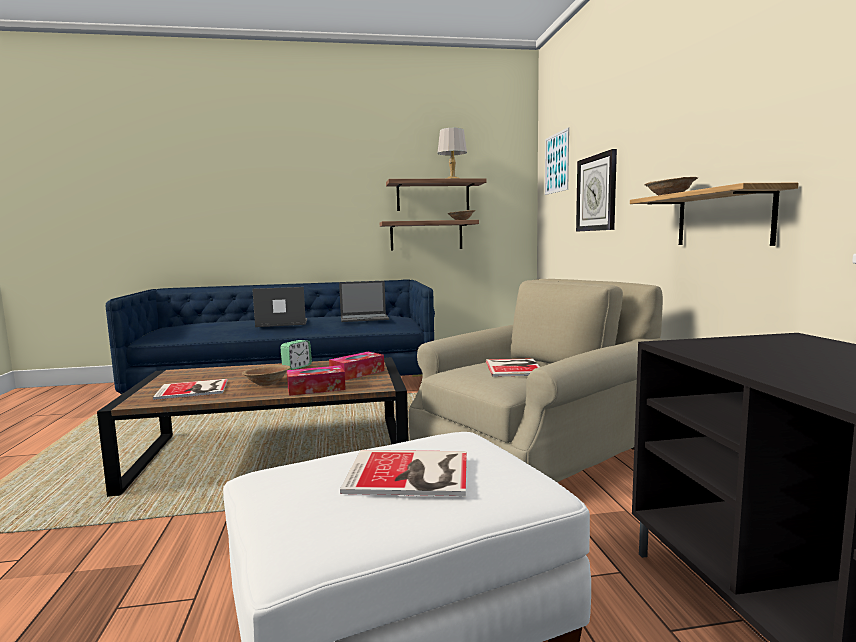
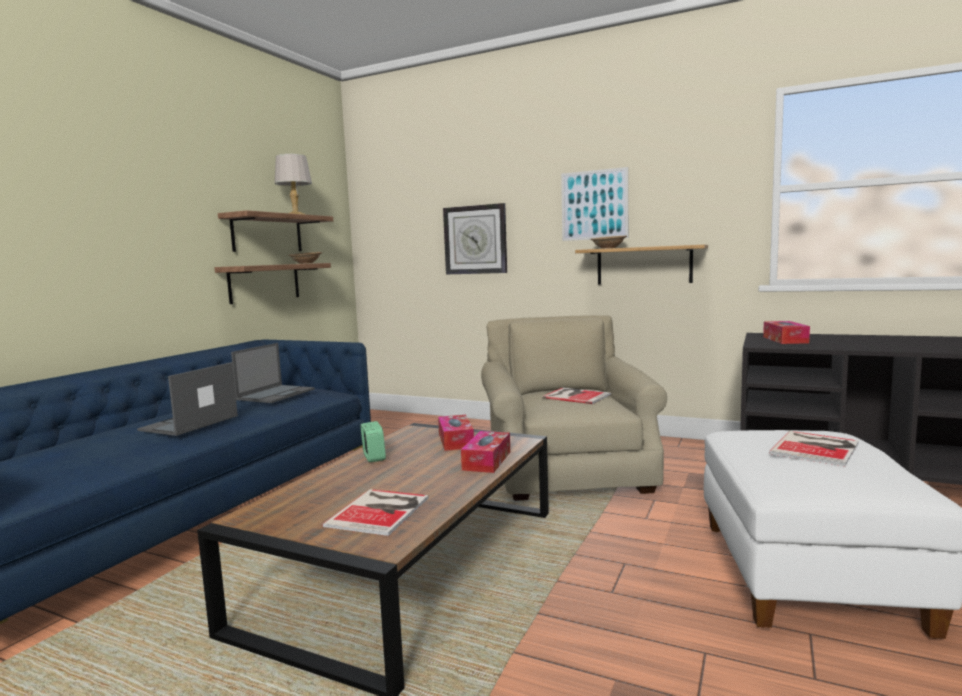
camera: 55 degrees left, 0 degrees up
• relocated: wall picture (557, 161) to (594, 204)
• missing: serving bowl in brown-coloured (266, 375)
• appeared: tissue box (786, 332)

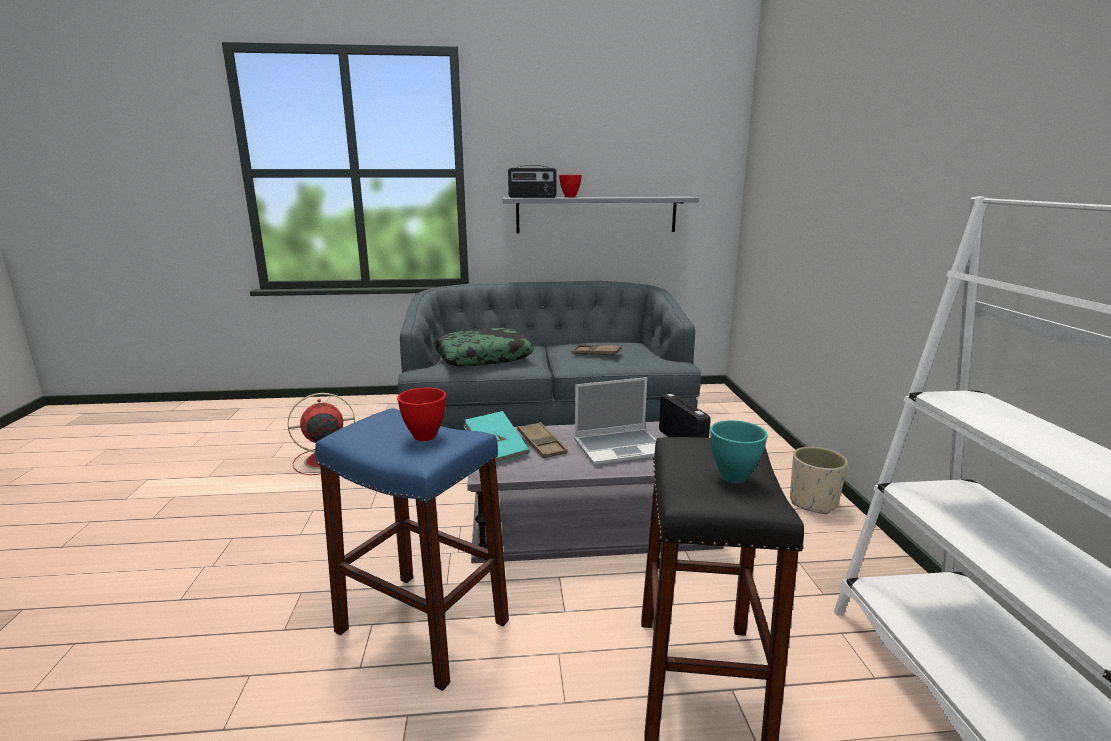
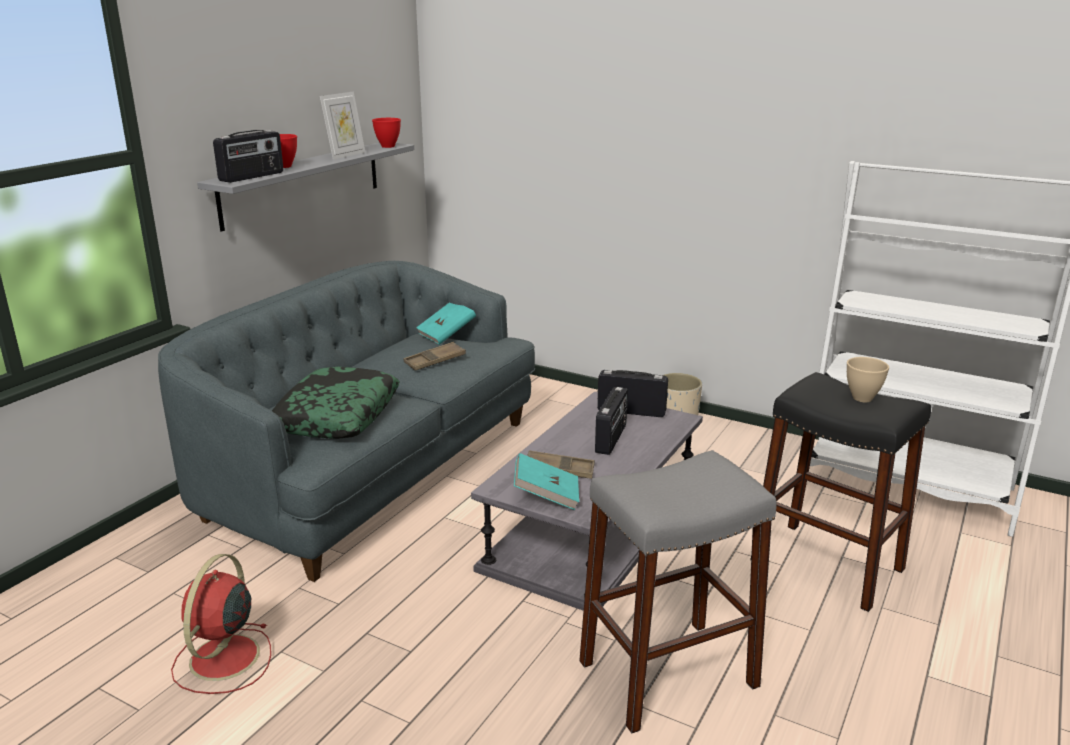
camera: 55 degrees left, 5 degrees up
• exchanged: laptop (615, 421) to radio set (611, 421)
• relocated: serving bowl in red (421, 414) to (386, 133)
• colour: stool in bluish (412, 549) to stool in grey (678, 591)
• colour: serving bowl in turquoise-coloured (739, 451) to serving bowl in sand-coloured (868, 379)
• appeared: photo frame (342, 125)
• appeared: book in turquoise-coloured (446, 323)

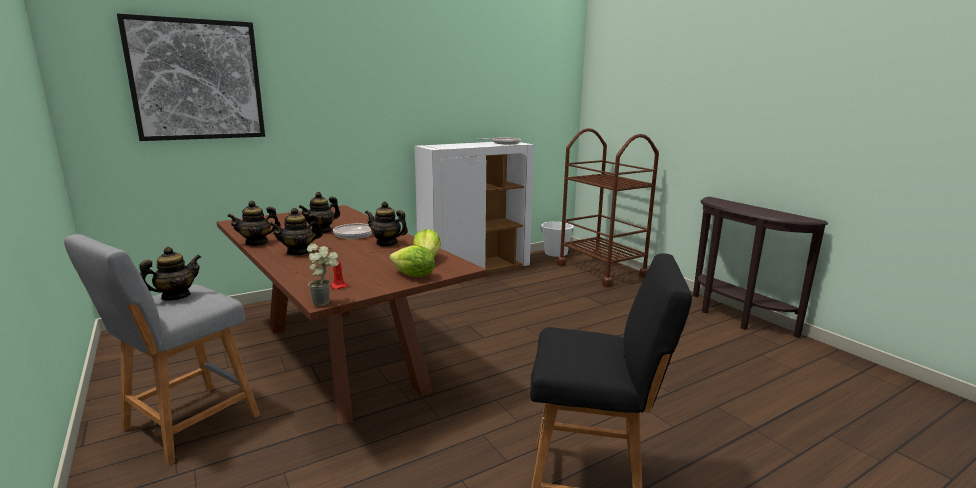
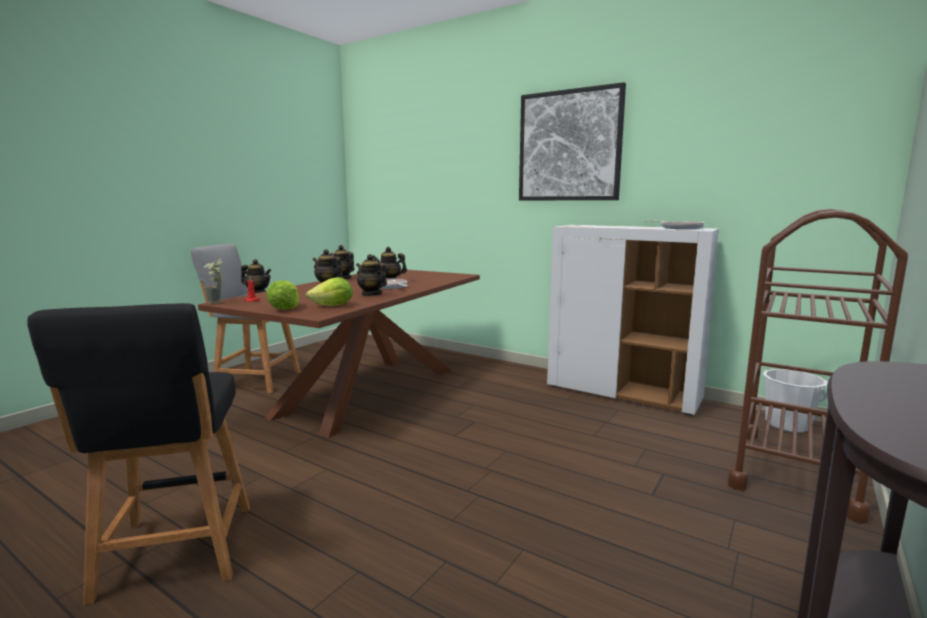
camera: 65 degrees right, 5 degrees down
• relocated: wall picture (191, 77) to (572, 141)
• spun: tea pot (386, 224) = (371, 275) 45 degrees counterclockwise

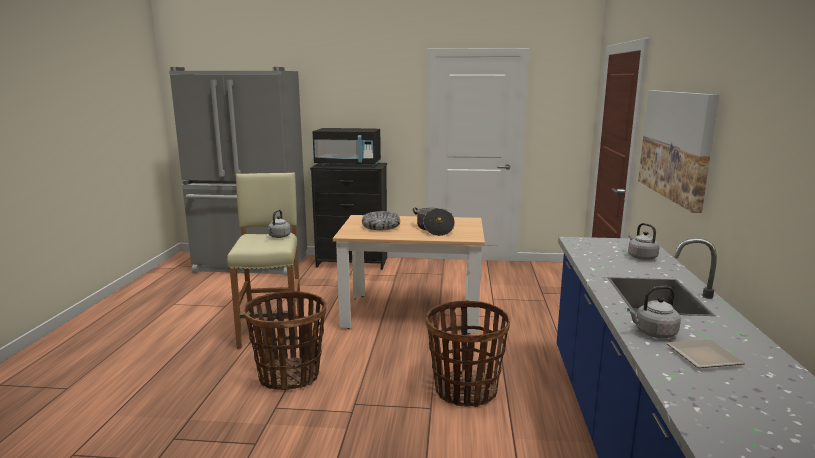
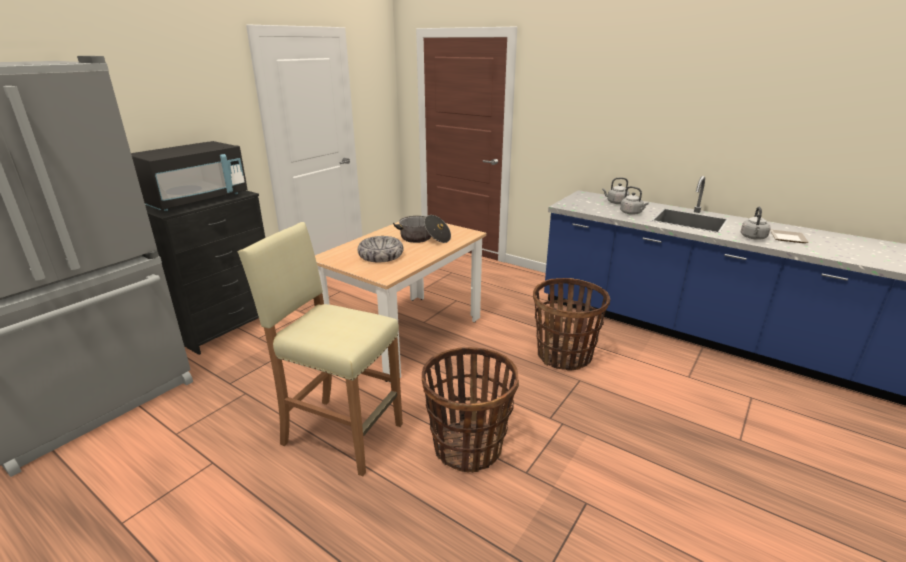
camera: 60 degrees left, 10 degrees up
• missing: wall picture (678, 151)
• relocated: kettle in grey (279, 224) to (634, 200)

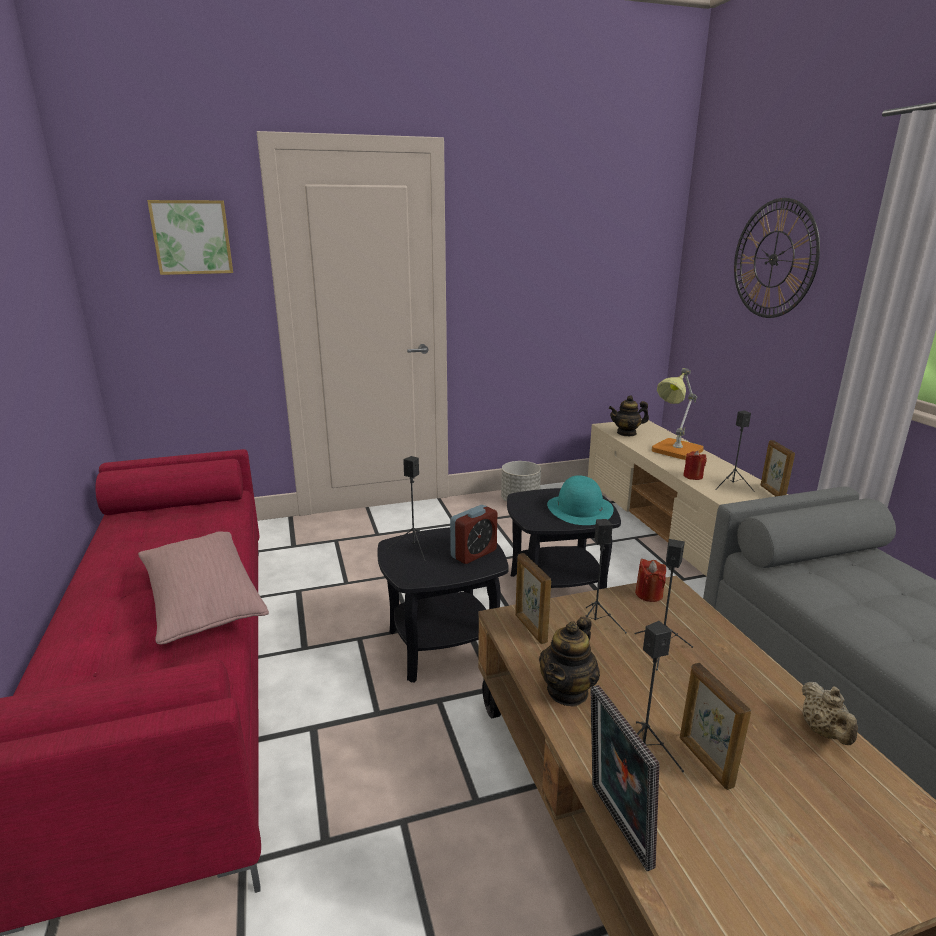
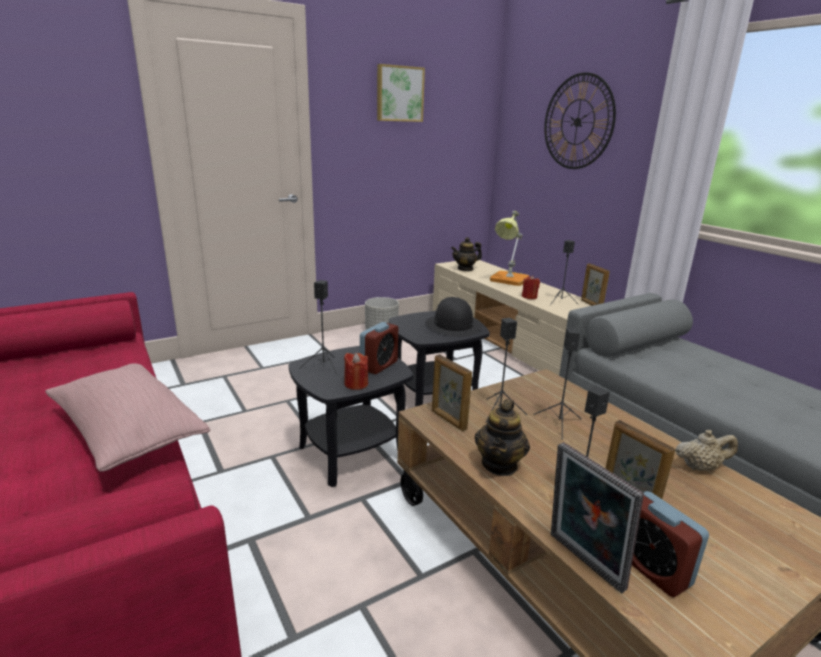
camera: 15 degrees left, 0 degrees up
• relocated: wall picture (190, 237) to (401, 93)
• colour: clothing hat in turquoise-coloured (580, 500) to clothing hat in black-coloured (454, 317)
• relocated: candle in red (650, 580) to (356, 371)
• spun: tea pot in sand-coloured (830, 713) = (706, 450) 75 degrees counterclockwise
• appeared: bedside clock (670, 544)

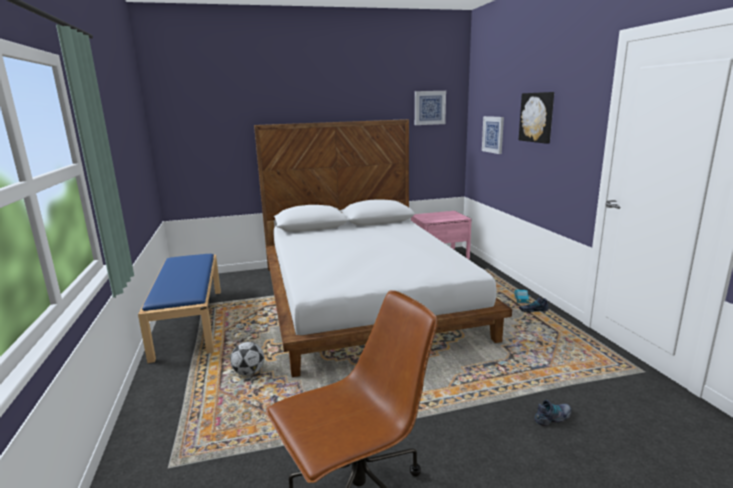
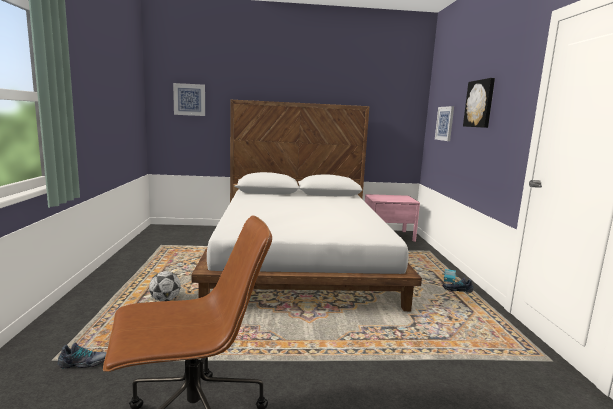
camera: 10 degrees right, 5 degrees down
• relocated: wall picture (430, 108) to (189, 99)
• missing: bench in bluish (179, 308)
• relocated: low shoe (552, 413) to (82, 355)

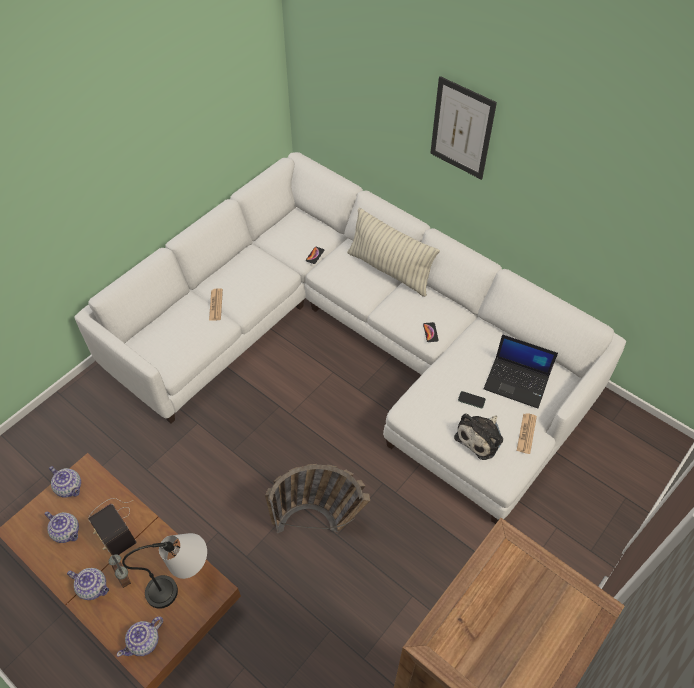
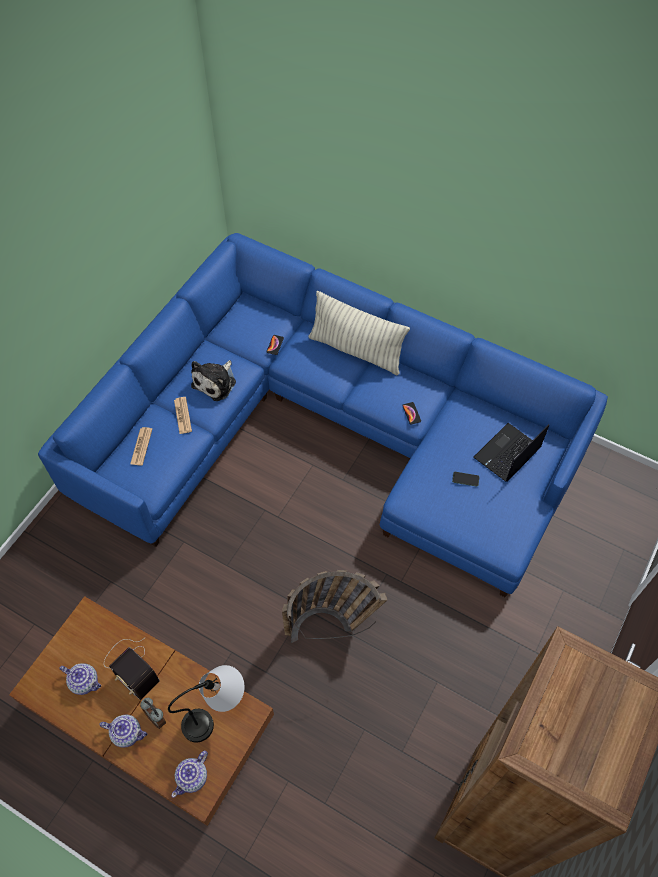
camera: 10 degrees left, 5 degrees up
• missing: wall picture (463, 128)
• colour: couch in white (350, 338) to couch in bluish (323, 415)
• spun: laptop (521, 371) = (511, 452) 120 degrees clockwise
• relocated: cuddly toy (478, 436) to (213, 380)
• relocated: daily paper (527, 433) to (141, 446)
• missing: tea pot (65, 482)

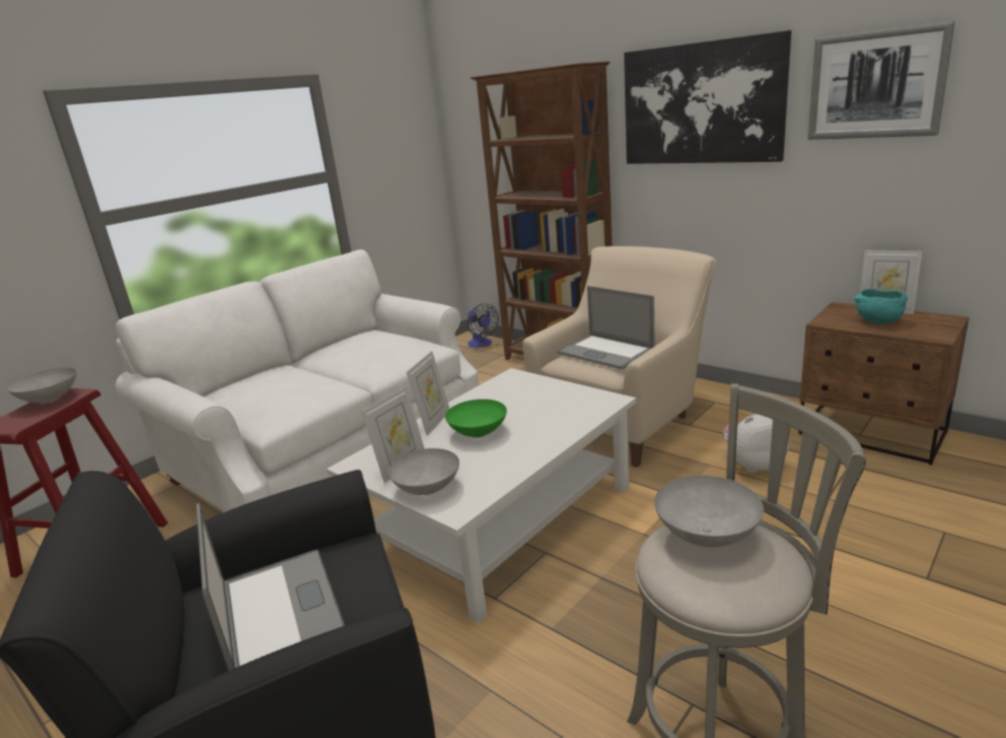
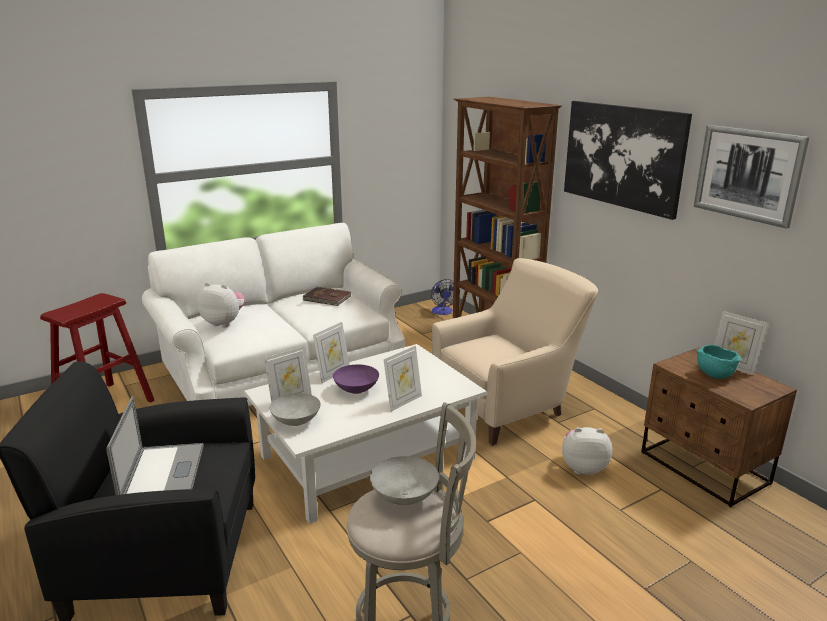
camera: 15 degrees right, 0 degrees up
• missing: laptop (606, 328)
• missing: serving bowl in grey (41, 386)
• colour: serving bowl in greenish (476, 418) to serving bowl in purplish (356, 379)
• appeared: cuddly toy (221, 305)
• appeared: book in brown-coloured (327, 296)
• appeared: photo frame (402, 378)

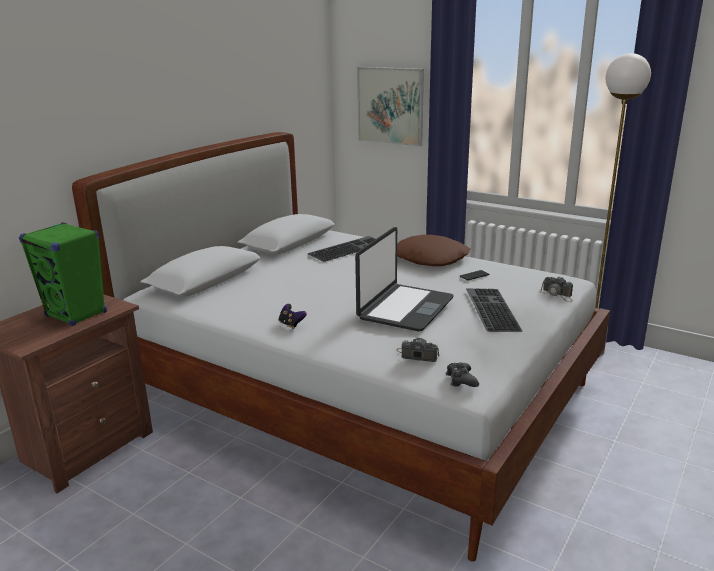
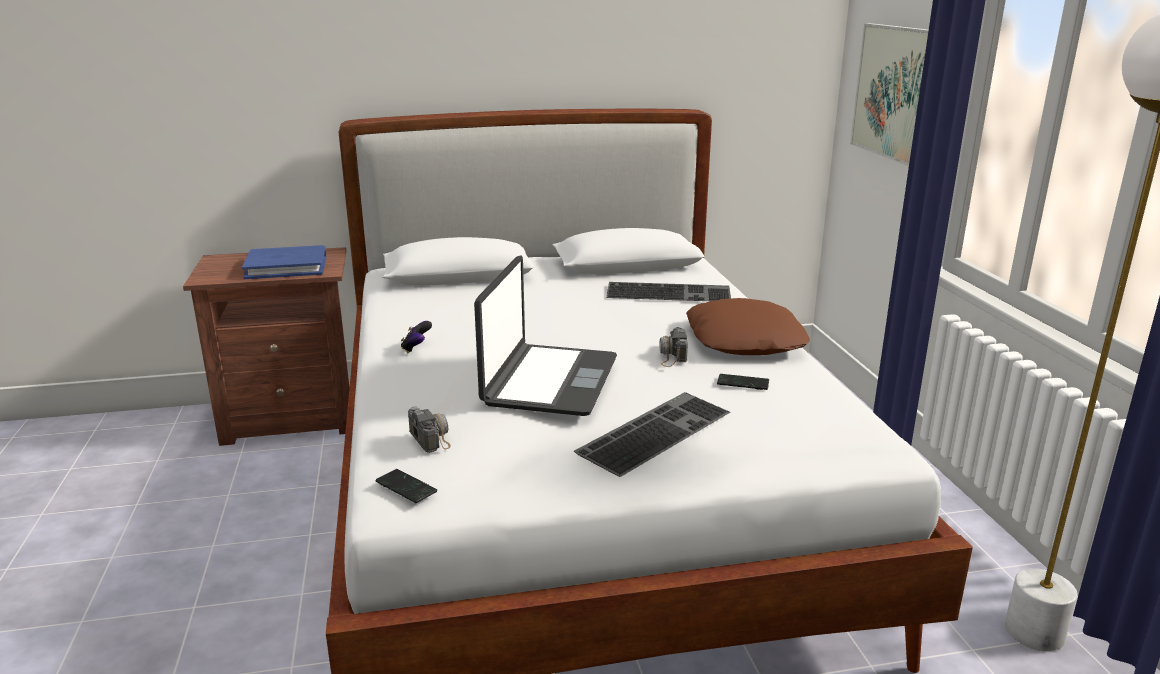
camera: 45 degrees right, 0 degrees up
• exchanged: loudspeaker in greenish (63, 274) to book in bluish (284, 262)
• spun: laptop (404, 279) = (545, 335) 60 degrees counterclockwise
• relocated: still camera (556, 289) to (674, 347)
• exchanged: gamepad in black-coloured (462, 374) to phone (406, 486)

